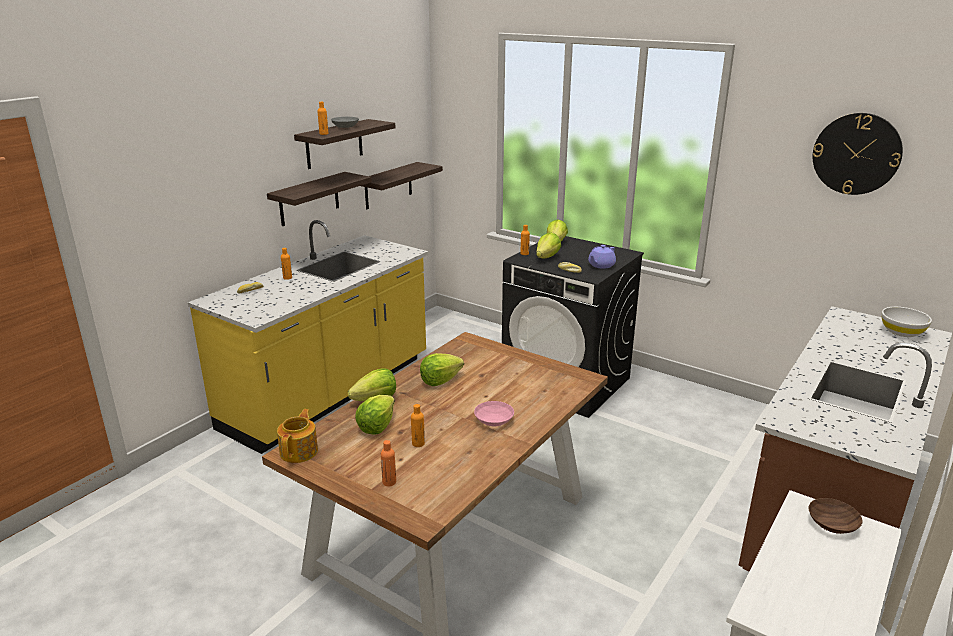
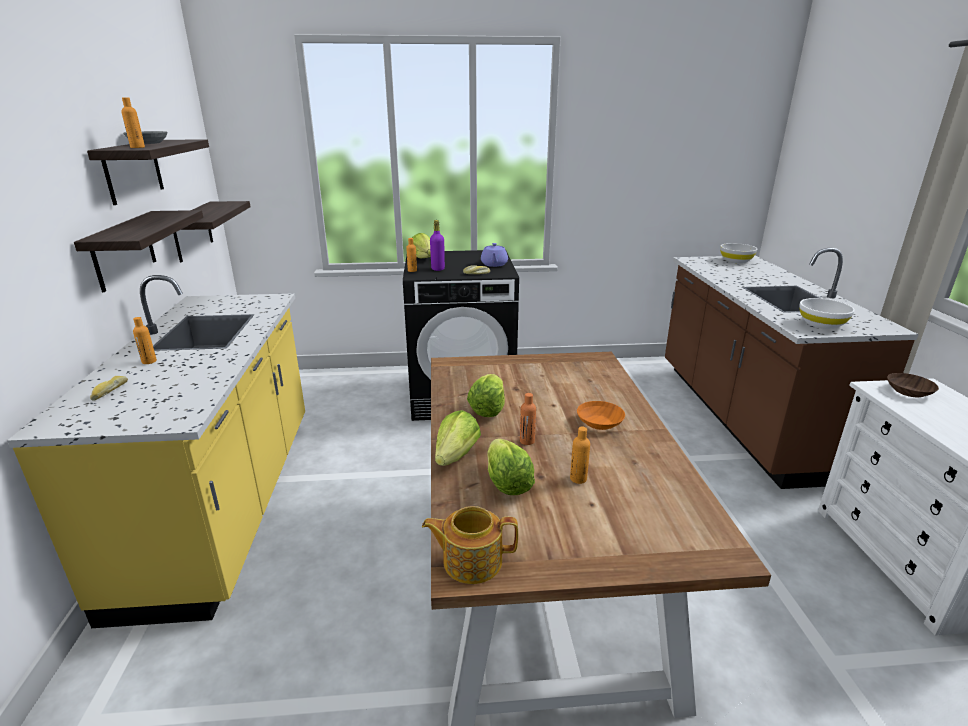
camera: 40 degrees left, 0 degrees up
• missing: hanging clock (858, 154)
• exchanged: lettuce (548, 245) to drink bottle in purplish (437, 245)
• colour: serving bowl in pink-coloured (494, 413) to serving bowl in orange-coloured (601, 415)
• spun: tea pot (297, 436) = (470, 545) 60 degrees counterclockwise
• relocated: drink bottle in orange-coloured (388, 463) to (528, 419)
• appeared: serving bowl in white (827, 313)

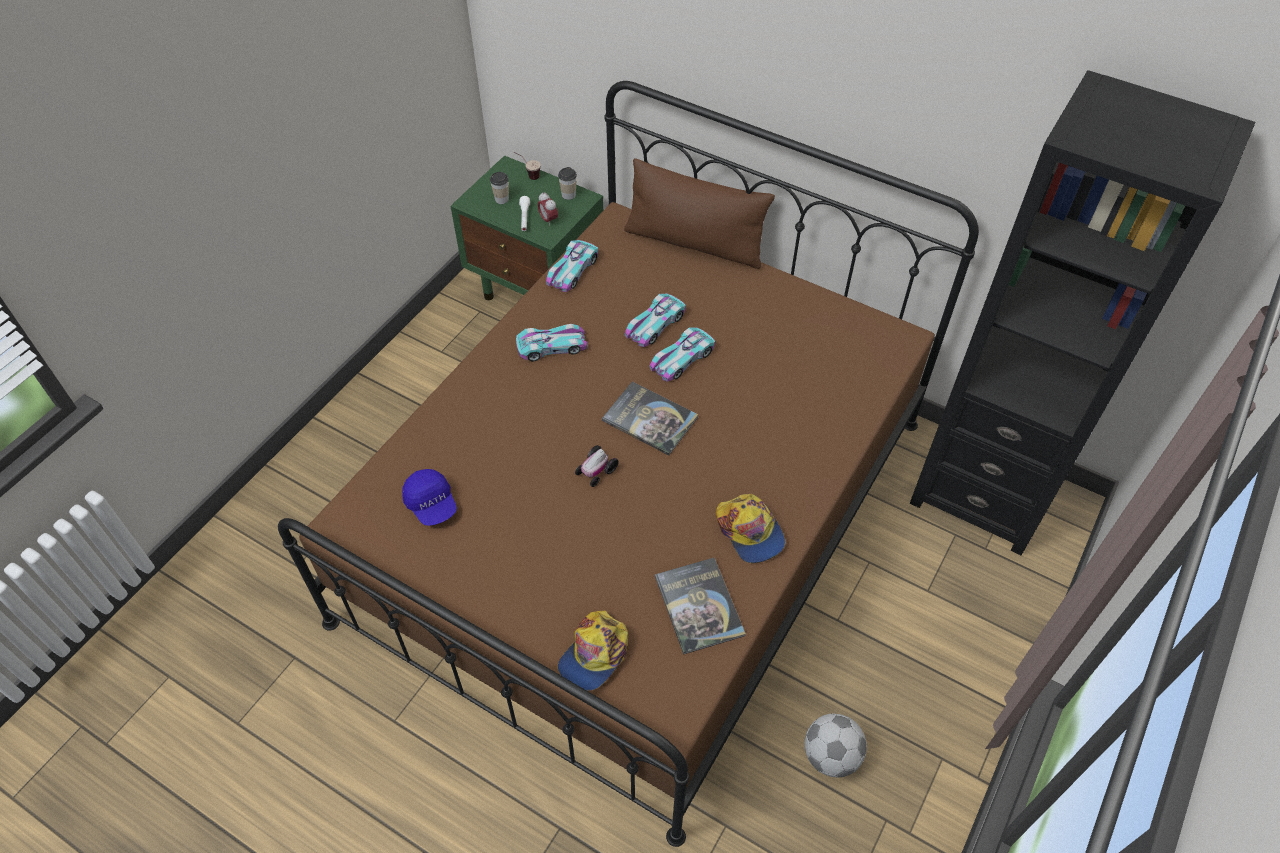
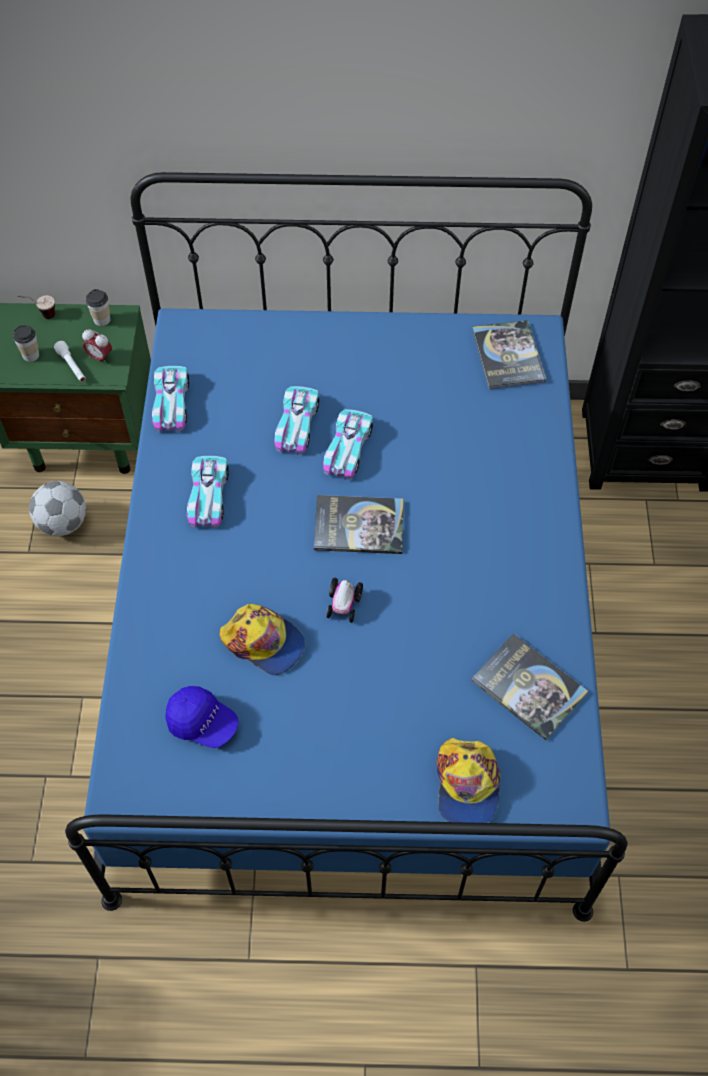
camera: 30 degrees left, 5 degrees up
• colour: bed in brown-coloured (628, 464) to bed in bluish (346, 547)
• missing: pillow in brown-coloured (699, 213)
• spun: model car (552, 343) = (207, 492) 135 degrees clockwise
• relocated: cap (750, 528) to (262, 639)
• relocated: ball for football (836, 745) to (57, 508)
• appeared: book (509, 354)

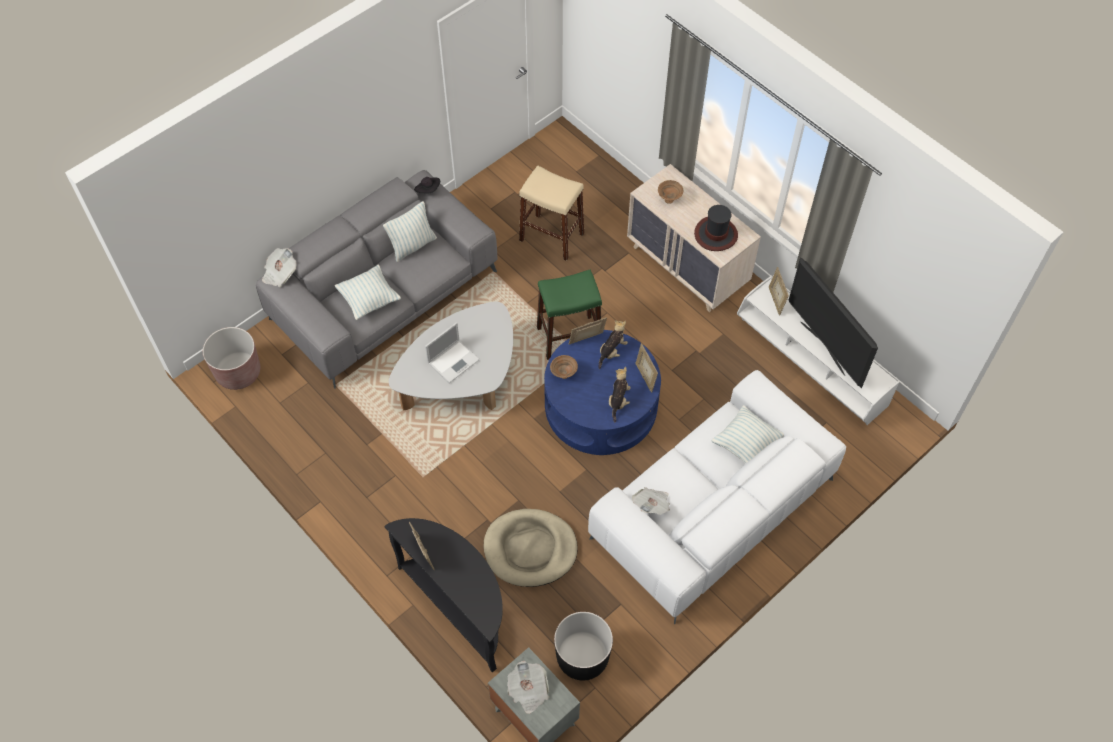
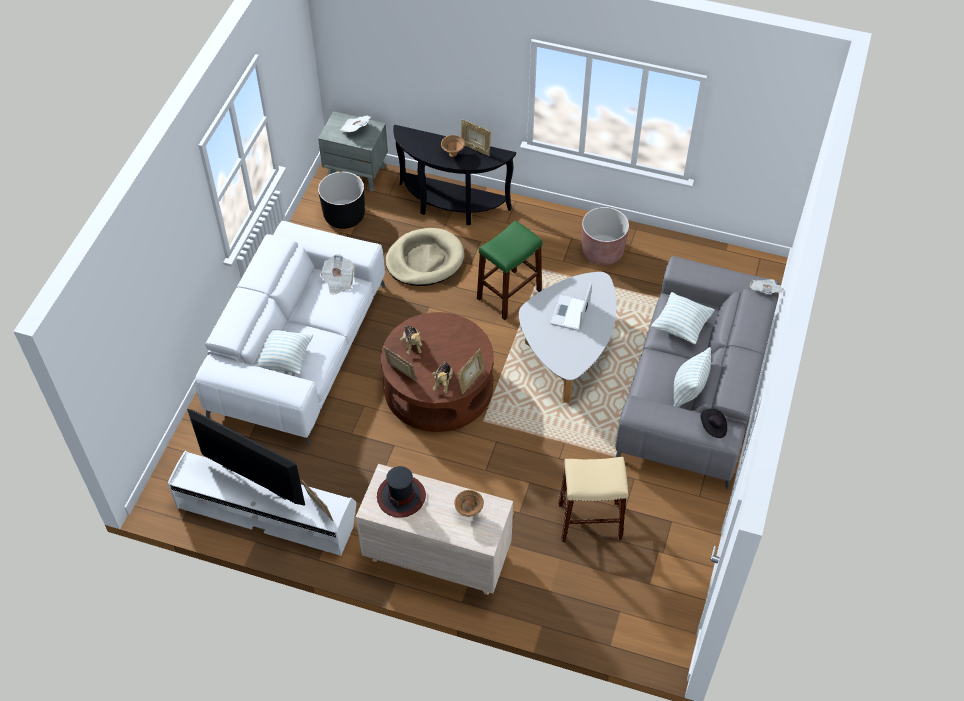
camera: 150 degrees right, 5 degrees down
• relocated: stool in greenish (569, 314) to (509, 270)
• relocated: plant pot in brown-coloured (231, 358) to (605, 236)
• colour: coffee table in bluish (602, 392) to coffee table in brown-coloured (437, 372)
• relocated: serving bowl in brown-coloured (564, 367) to (453, 146)

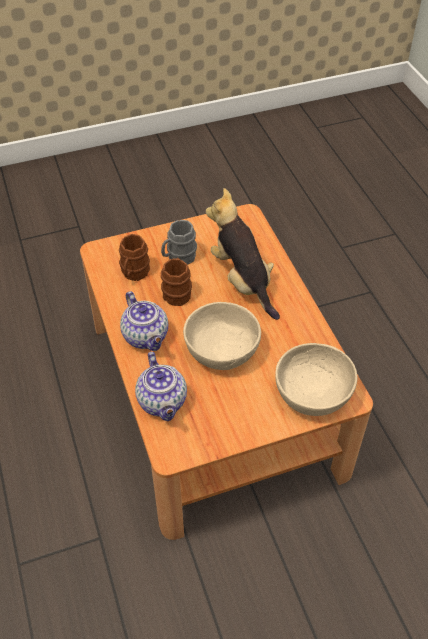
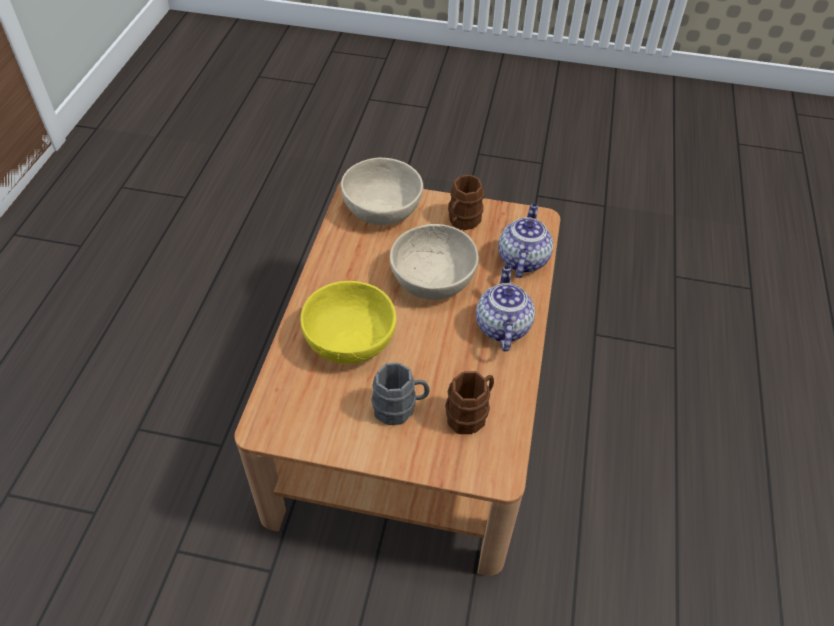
camera: 150 degrees left, 0 degrees up
• exchanged: cuddly toy (243, 254) to serving bowl in yellow-coloured (348, 322)
• relocated: tea mug in brown-coloured (176, 282) to (466, 202)

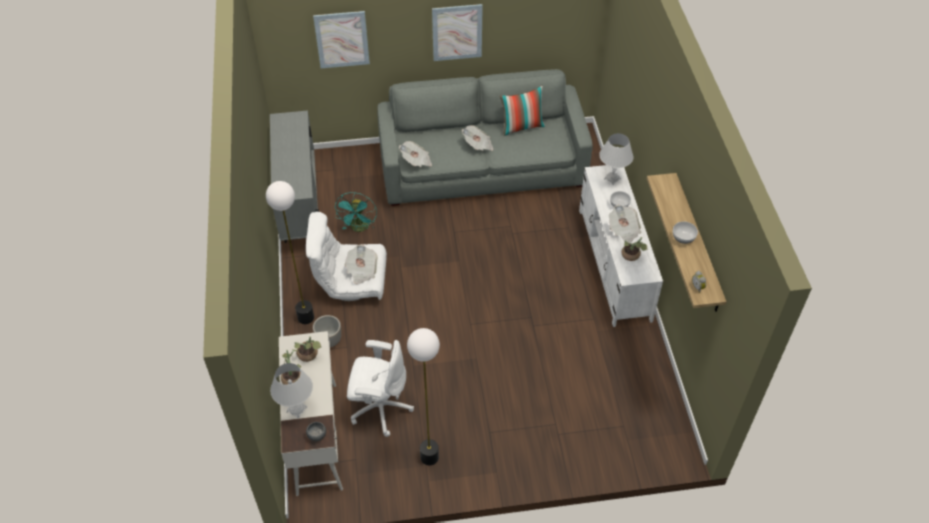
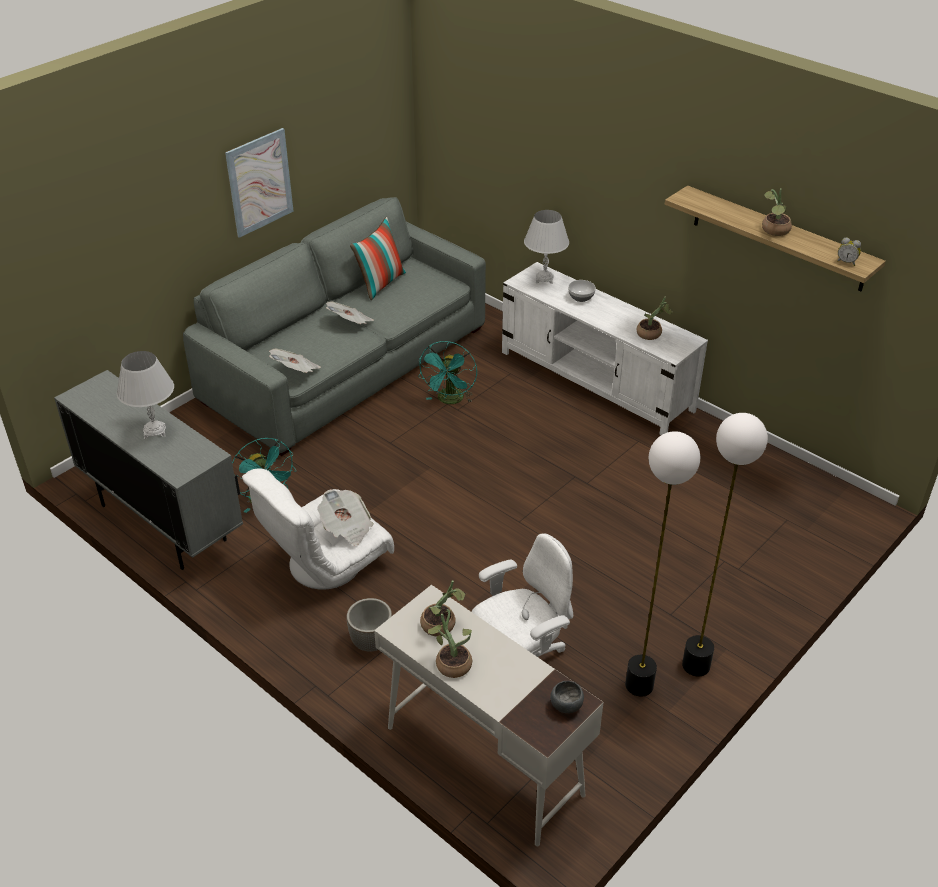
camera: 40 degrees left, 10 degrees down
• missing: wall picture (341, 39)
• relocated: floor lamp (290, 252) to (725, 544)
• missing: daily paper (625, 223)
• exchanged: serving bowl (685, 232) to plant in a pot (777, 212)
• relocated: lamp for a table in white (291, 391) to (145, 395)
• appeared: electric fan in turquoise-coloured (447, 372)

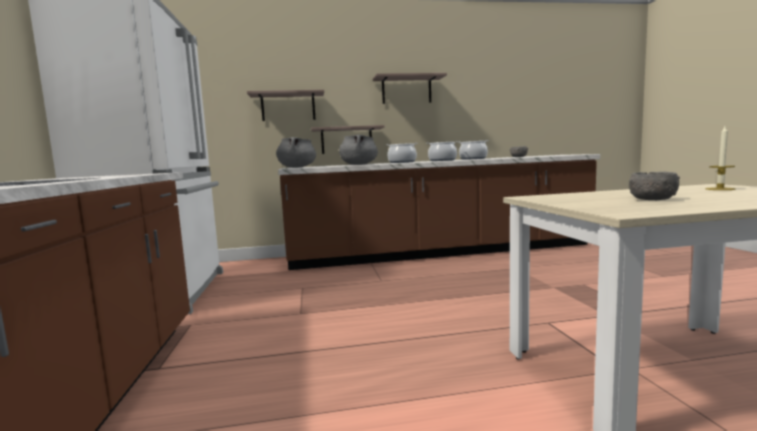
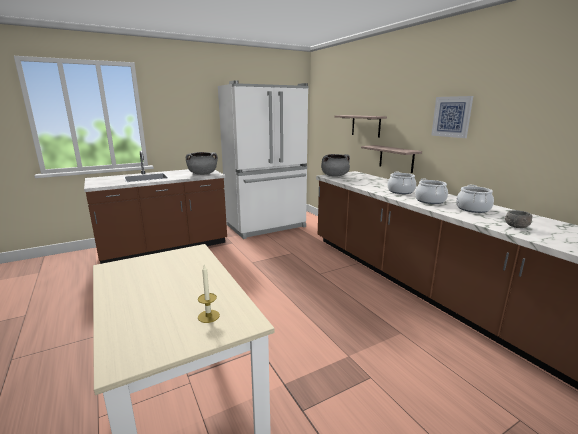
camera: 70 degrees right, 10 degrees up
• exchanged: bracket shelf (410, 88) to wall picture (452, 117)
• relocated: cooking pot in grey (358, 150) to (202, 163)
• missing: serving bowl in grey (654, 186)

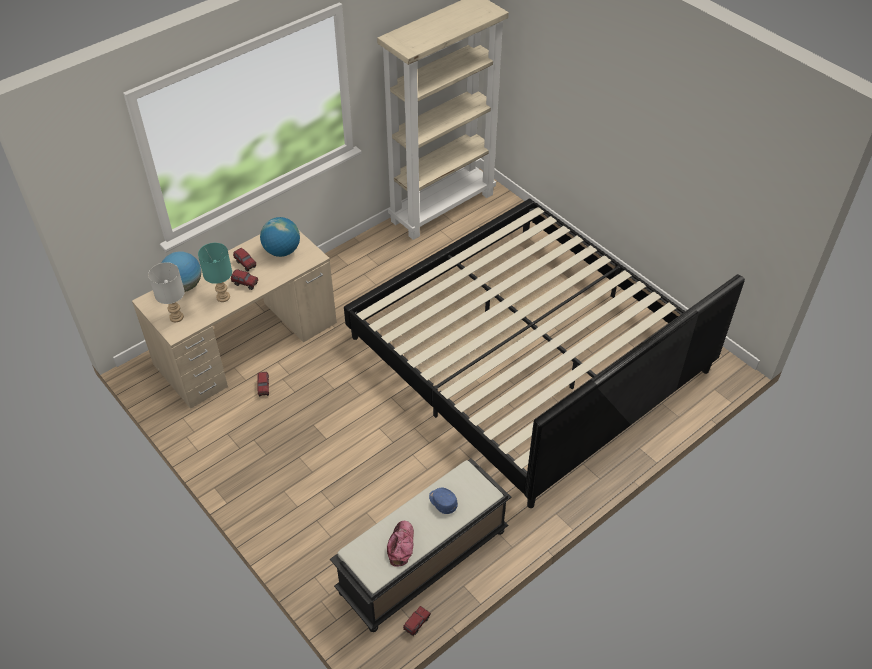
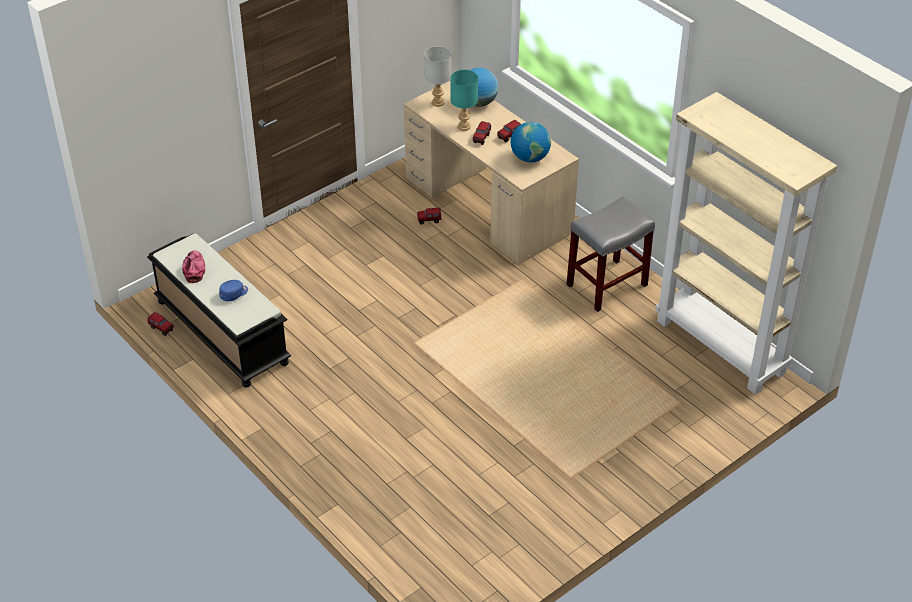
camera: 90 degrees right, 5 degrees down
• missing: bed (544, 353)
• spun: cap (400, 543) = (193, 266) 105 degrees counterclockwise
• appeared: stool in grey (610, 254)

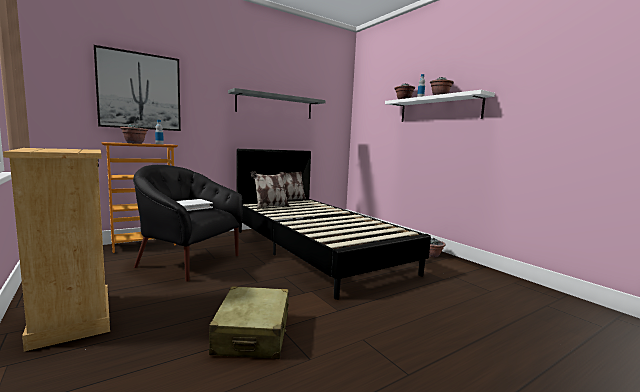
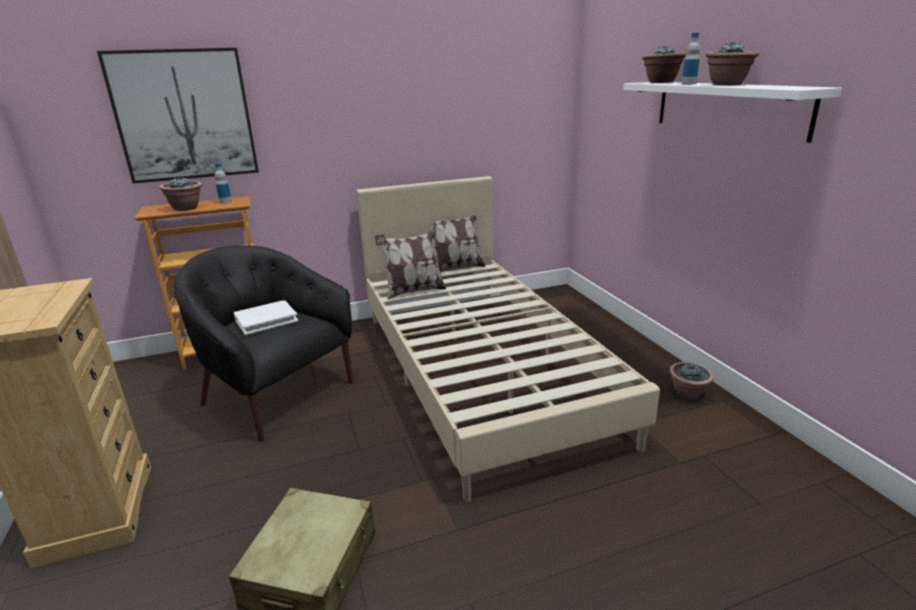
camera: 15 degrees right, 15 degrees up
• missing: bracket shelf in grey (277, 103)
• colour: bed in black-coloured (333, 224) to bed in sand-coloured (508, 339)

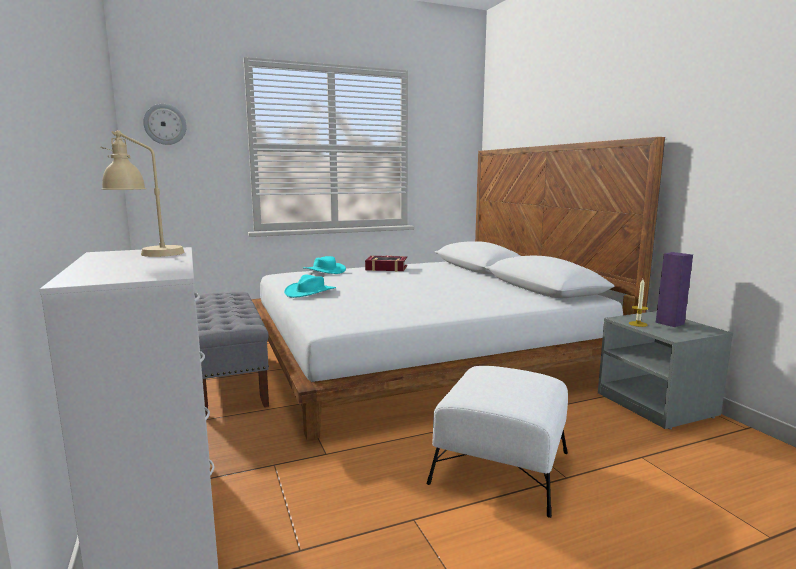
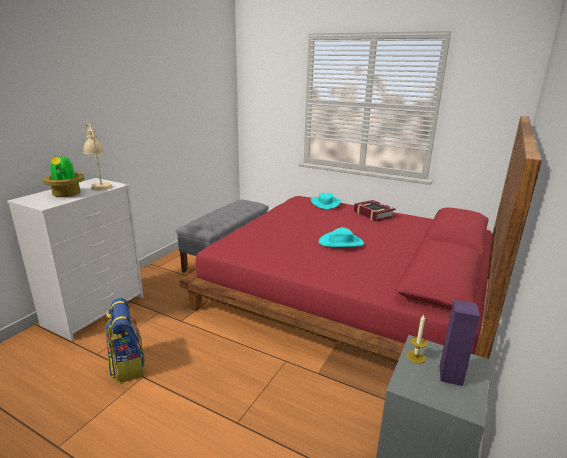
camera: 50 degrees right, 10 degrees up
• missing: hanging clock (165, 124)
• colour: bed in white (458, 288) to bed in red (360, 239)
• relocated: clothing hat in turquoise-coloured (310, 286) to (341, 237)
• missing: ottoman in white (497, 442)
• appeared: plant in a pot (63, 175)
• appeared: backpack (125, 340)

